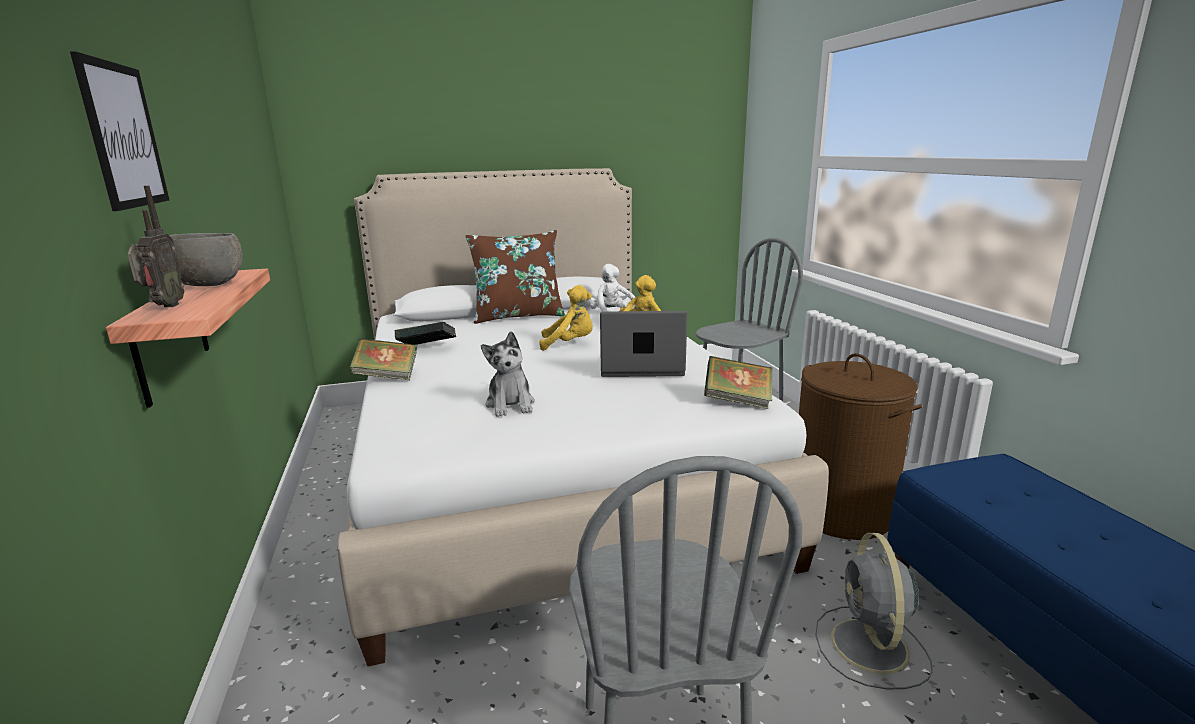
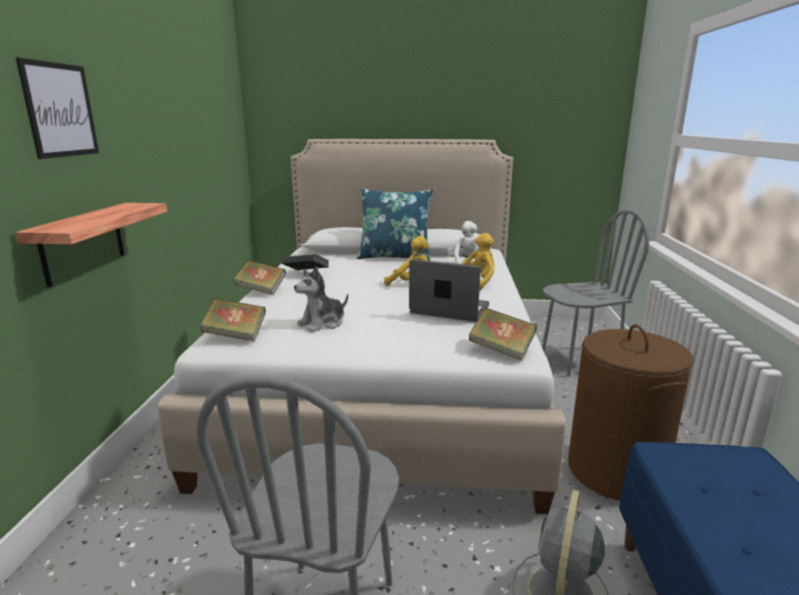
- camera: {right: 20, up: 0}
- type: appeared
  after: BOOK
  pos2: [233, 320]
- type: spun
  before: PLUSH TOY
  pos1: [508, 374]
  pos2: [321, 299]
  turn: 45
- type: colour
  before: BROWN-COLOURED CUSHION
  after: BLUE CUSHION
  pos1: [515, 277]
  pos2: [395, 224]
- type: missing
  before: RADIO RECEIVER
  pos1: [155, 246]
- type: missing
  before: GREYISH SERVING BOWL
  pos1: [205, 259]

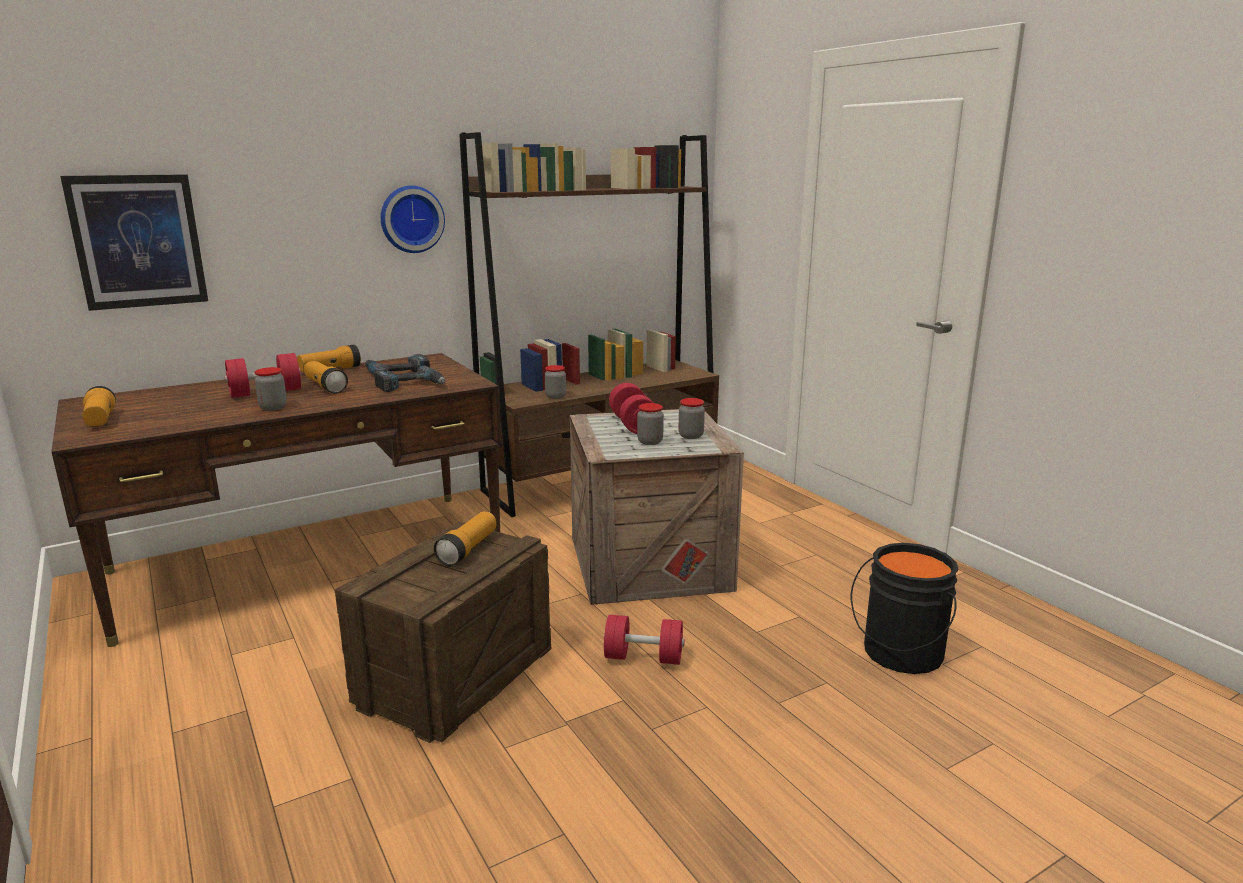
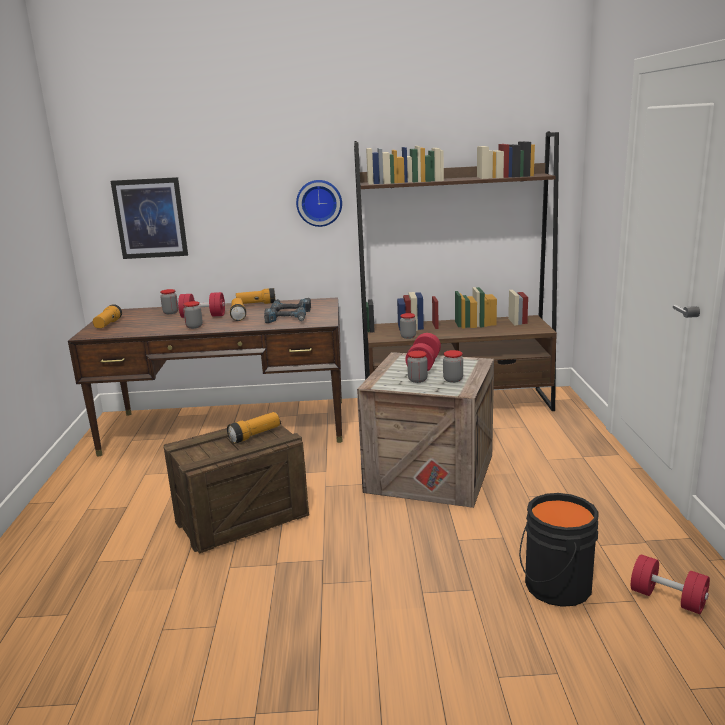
- camera: {right: 30, up: 0}
- type: appeared
  after: JAR
  pos2: [169, 301]
- type: relocated
  before: REDDISH FREE WEIGHT
  pos1: [644, 640]
  pos2: [670, 584]

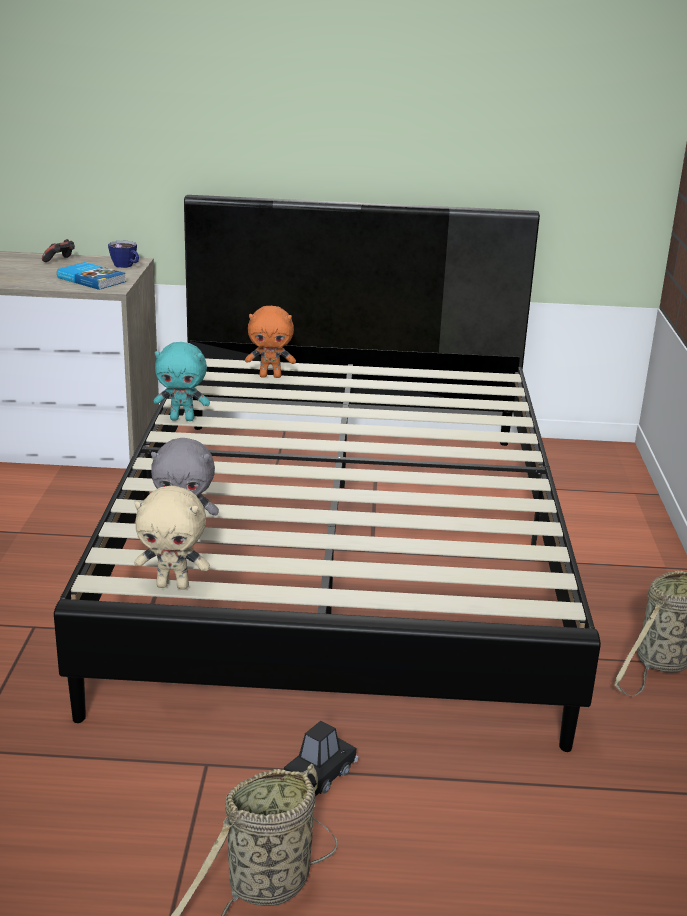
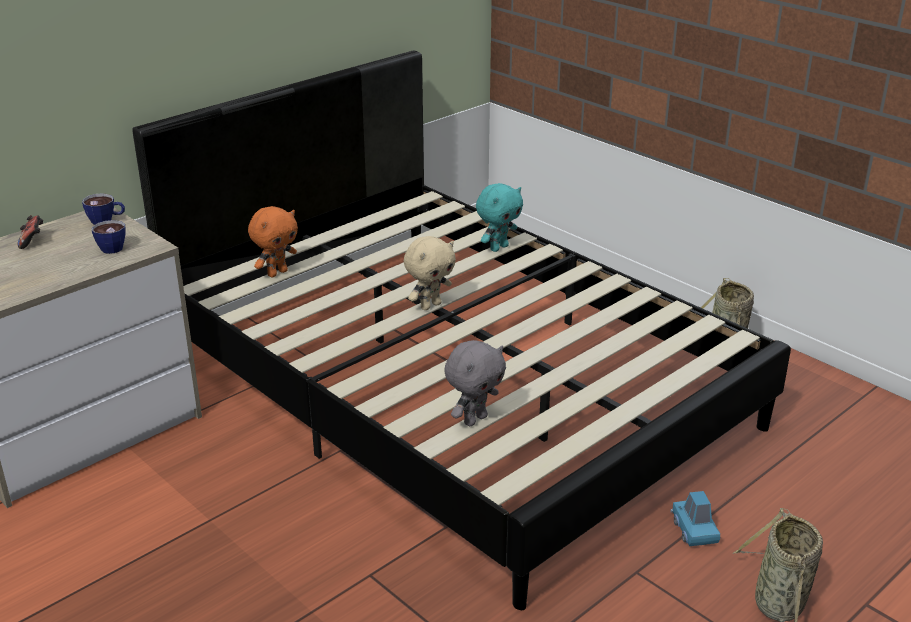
- camera: {right: -45, up: 5}
- type: exchanged
  before: BOOK
  after: DRINKING CUP
  pos1: [91, 276]
  pos2: [109, 237]
- type: relocated
  before: SAND-COLOURED PLUSH TOY
  pos1: [172, 538]
  pos2: [430, 273]
- type: relocated
  before: BLUE-GREEN PLUSH TOY
  pos1: [181, 381]
  pos2: [499, 217]
- type: colour
  before: BLACKISH MINIATURE CAR
  after: BLUE MINIATURE CAR
  pos1: [321, 758]
  pos2: [695, 518]

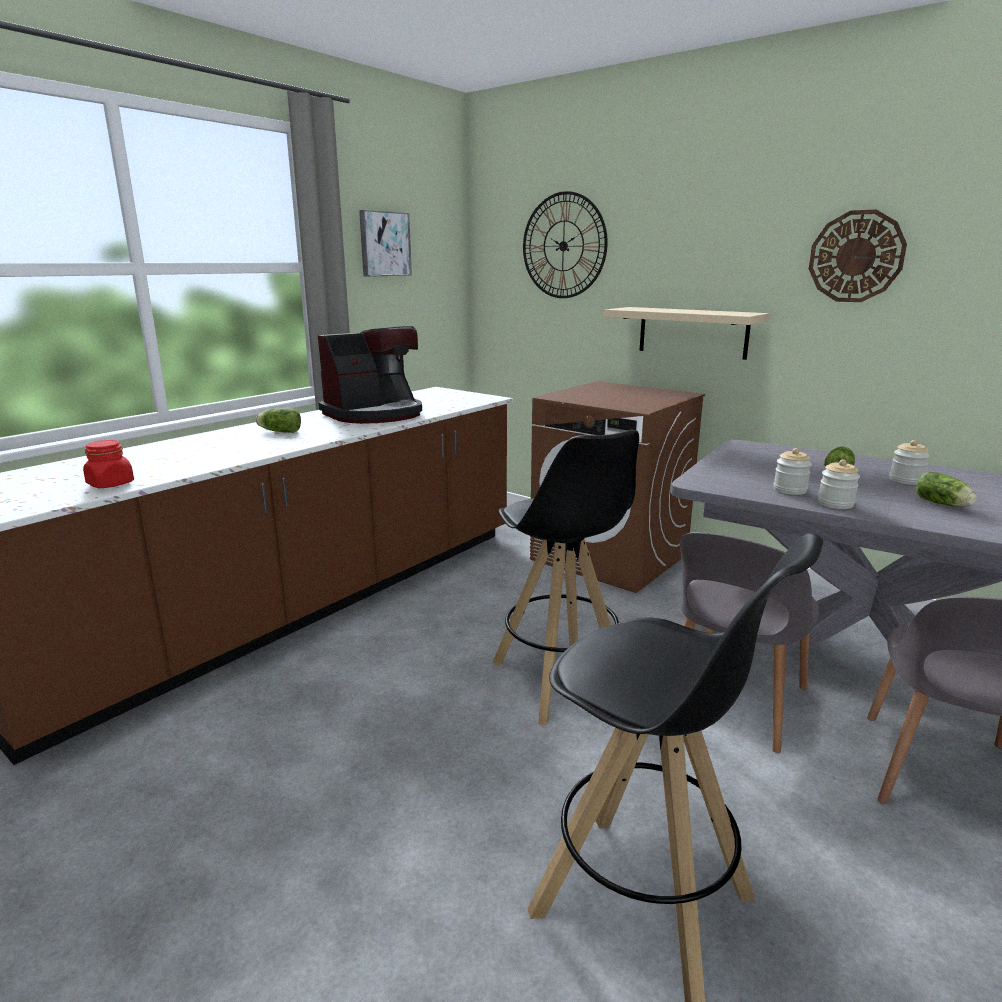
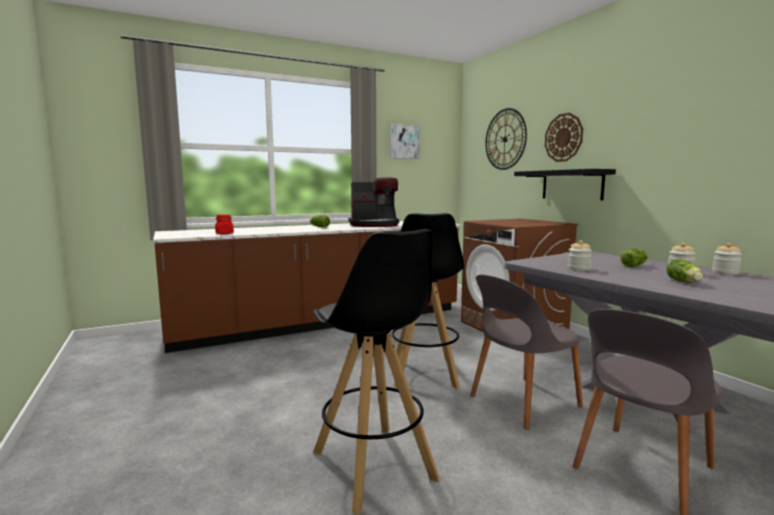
- camera: {right: 25, up: -10}
- type: colour
  before: SAND-COLOURED WALL SHELF
  after: BLACKISH WALL SHELF
  pos1: [687, 333]
  pos2: [565, 184]
- type: relocated
  before: WALL CLOCK
  pos1: [858, 256]
  pos2: [564, 137]
- type: relocated
  before: JAR
  pos1: [839, 484]
  pos2: [727, 259]

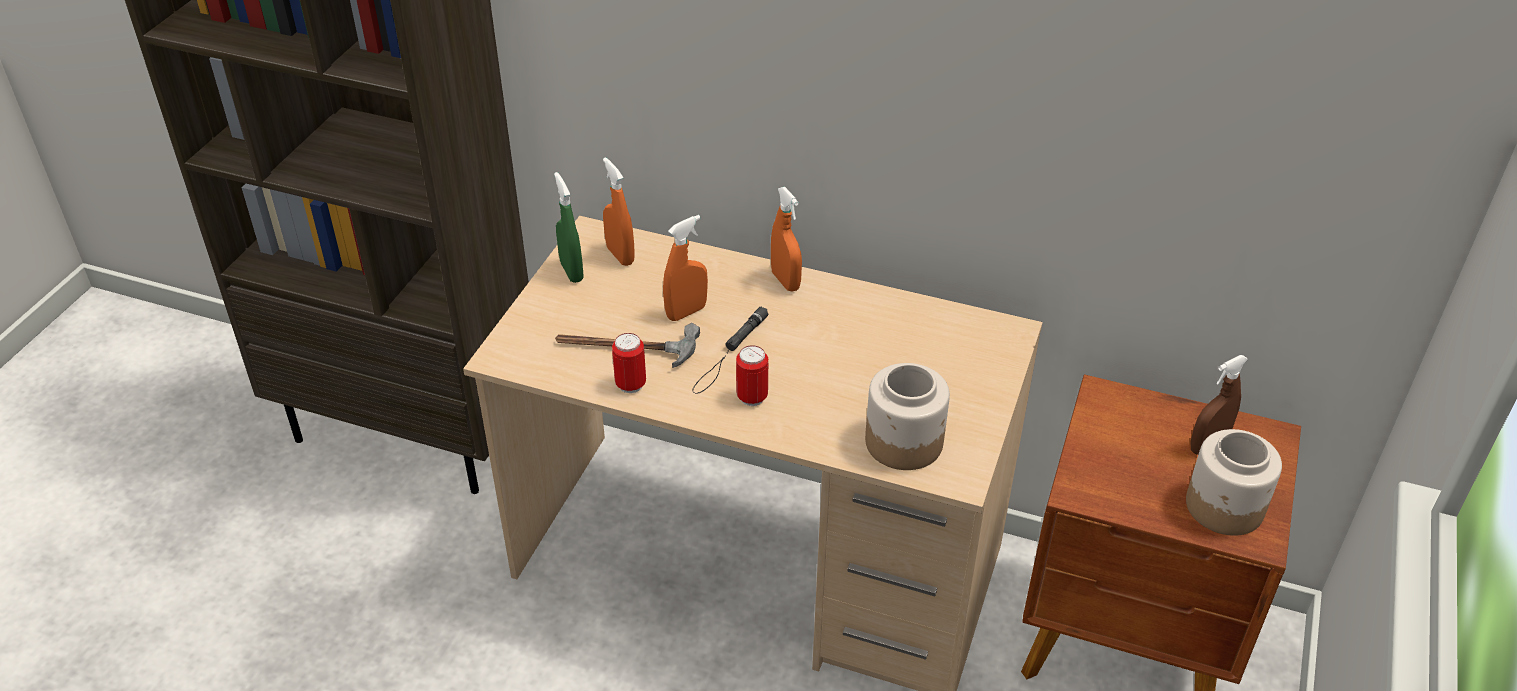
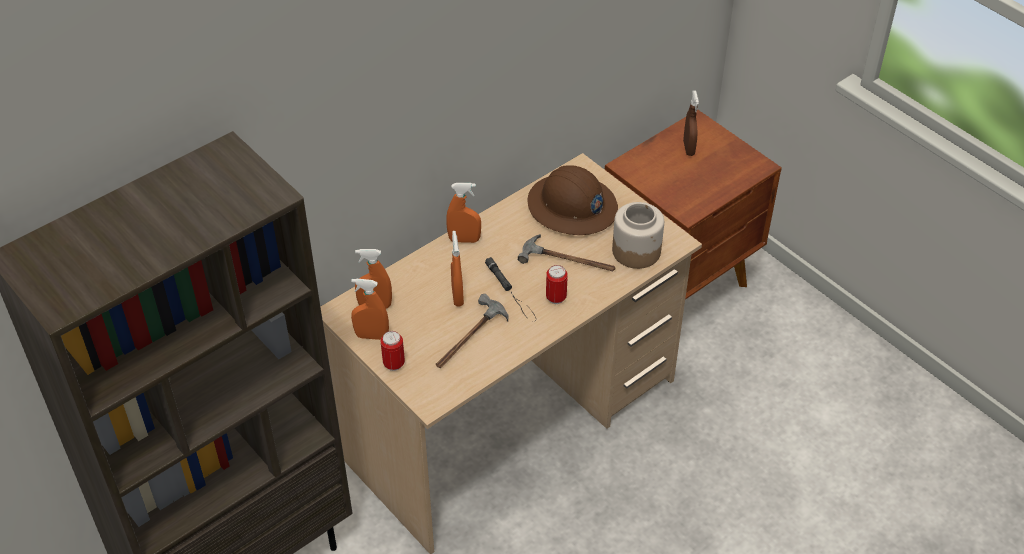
- camera: {right: -60, up: 5}
- type: colour
  before: GREEN-COLOURED SPRAYER
  after: ORANGEY SPRAYER
  pos1: [568, 227]
  pos2: [370, 309]
- type: relocated
  before: METAL CAN
  pos1: [629, 363]
  pos2: [393, 351]
- type: appeared
  after: HAMMER
  pos2: [566, 252]
- type: appeared
  after: BROWN-COLOURED WORK HELMET
  pos2: [573, 200]
- type: missing
  before: JAR
  pos1: [1234, 482]

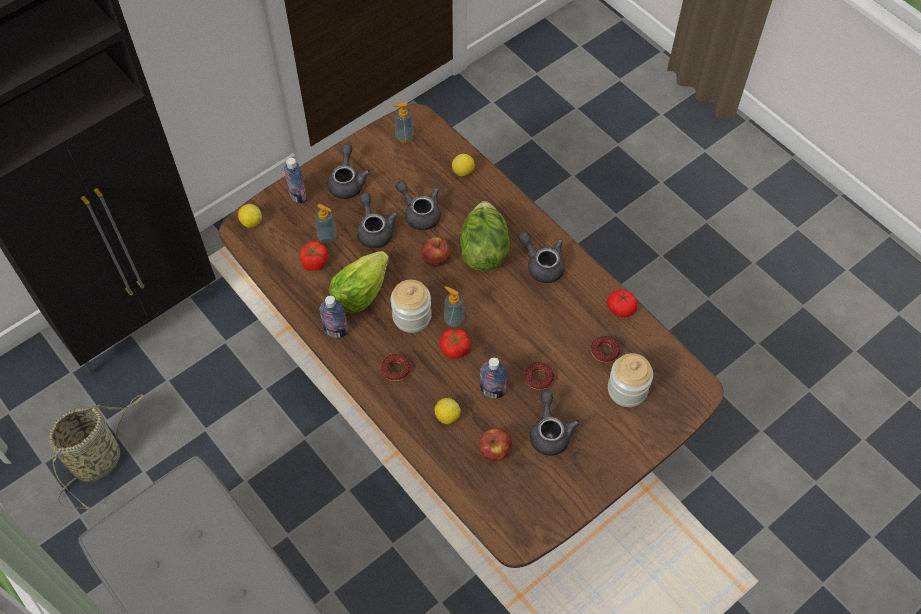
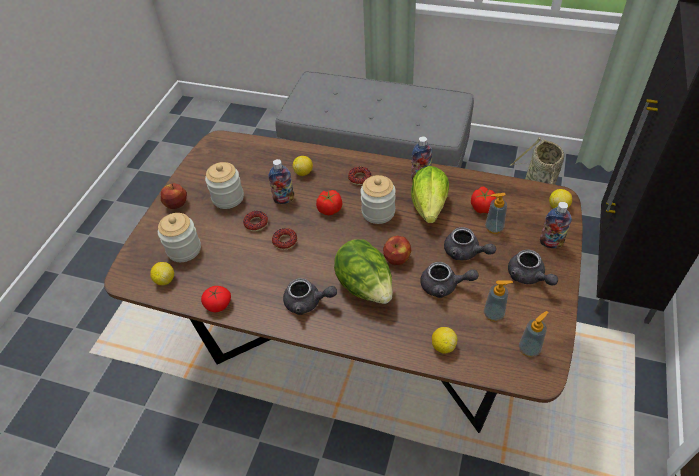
- camera: {right: 150, up: -10}
- type: appeared
  after: CITRUS FRUIT
  pos2: [162, 273]
- type: relocated
  before: APPLE
  pos1: [495, 445]
  pos2: [174, 196]
- type: exchanged
  before: GREYISH TEA POT
  after: JAR
  pos1: [555, 423]
  pos2: [224, 185]
- type: relocated
  before: RING DOUGHNUT
  pos1: [605, 349]
  pos2: [284, 239]
- type: relocated
  before: LIQUID SOAP BOTTLE
  pos1: [454, 306]
  pos2: [498, 300]

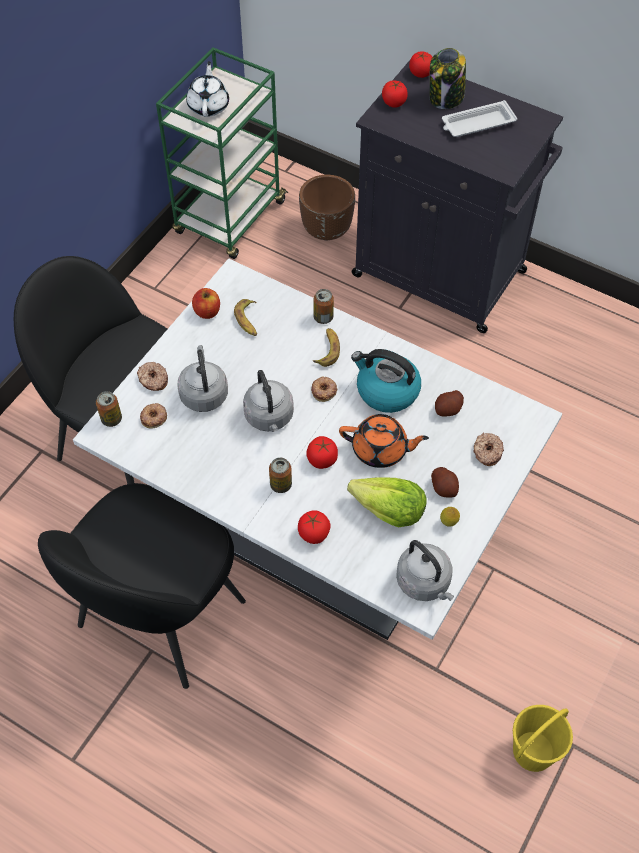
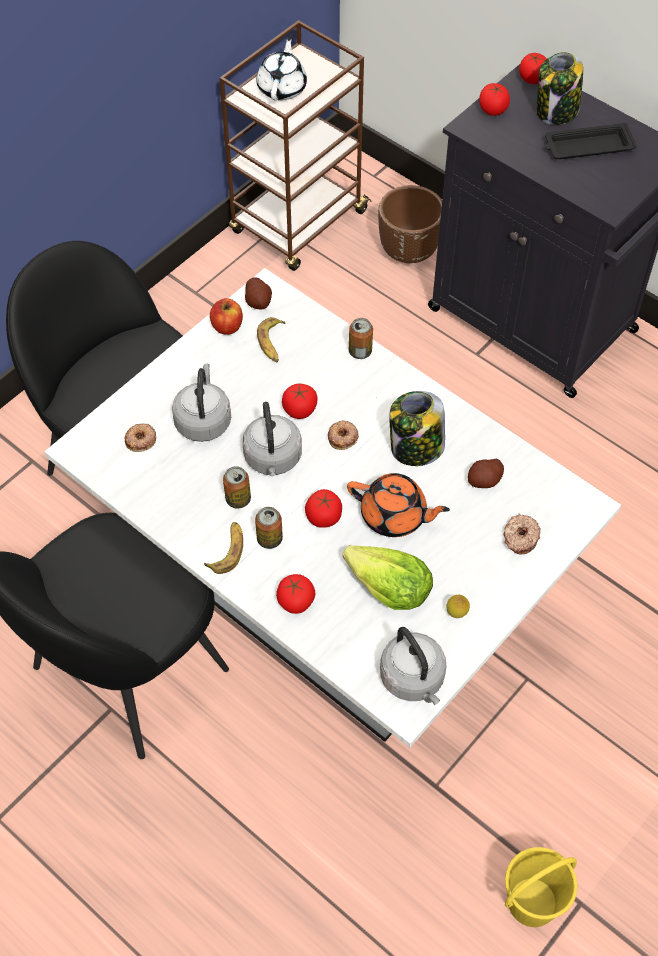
- camera: {right: 10, up: 0}
- type: relocated
  before: BANANA
  pos1: [326, 347]
  pos2: [223, 548]
- type: colour
  before: GREEN-COLOURED WHEELED CART
  after: BROWN-COLOURED WHEELED CART
  pos1: [222, 153]
  pos2: [295, 145]
- type: relocated
  before: METAL CAN
  pos1: [109, 409]
  pos2: [237, 487]
- type: relocated
  before: WHOLE POTATO
  pos1: [445, 482]
  pos2: [258, 293]
- type: appeared
  after: WHOLE TOMATO
  pos2: [300, 401]
- type: exchanged
  before: KETTLE
  after: JAR
  pos1: [386, 381]
  pos2: [417, 428]
- type: colour
  before: WHITISH CARRYING TRAY
  after: BLACKISH CARRYING TRAY
  pos1: [479, 118]
  pos2: [590, 140]
- type: missing
  before: RING DOUGHNUT
  pos1: [152, 376]

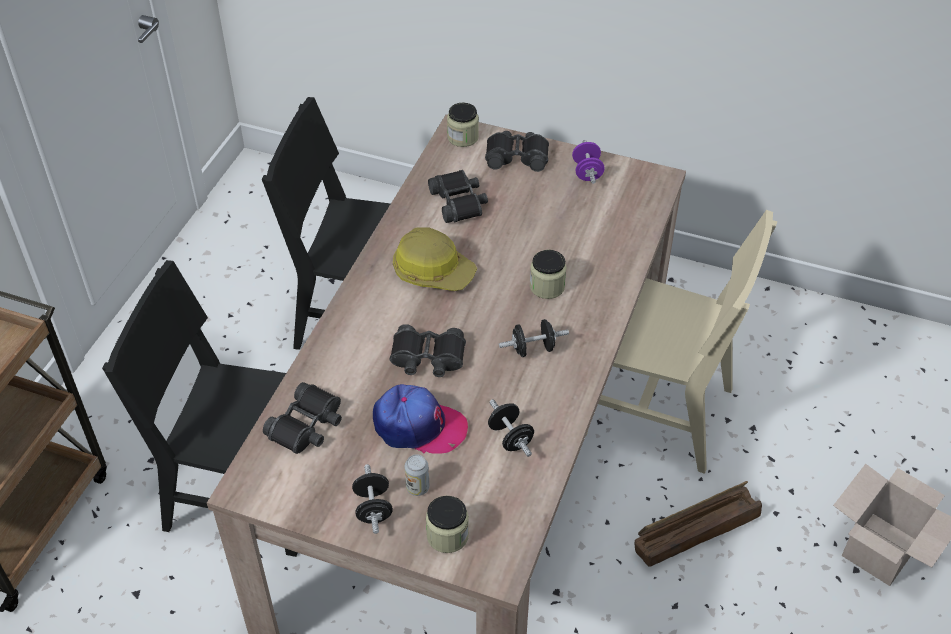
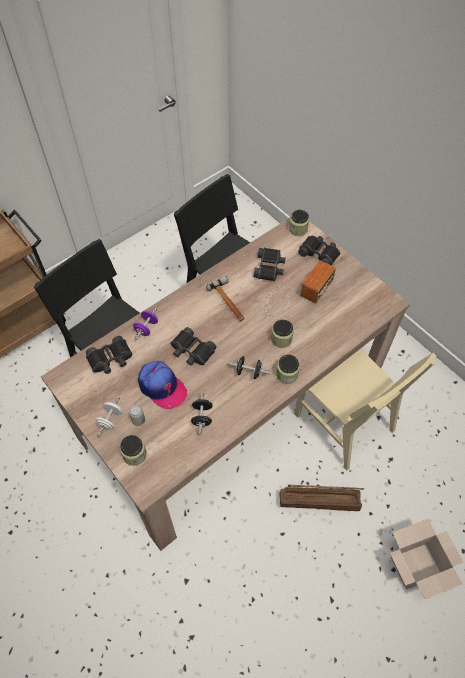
- camera: {right: 30, up: 10}
- type: colour
  before: BLACKISH FREE WEIGHT
  after: WHITISH FREE WEIGHT
  pos1: [372, 499]
  pos2: [109, 416]
- type: relocated
  before: PURPLE FREE WEIGHT
  pos1: [588, 162]
  pos2: [145, 323]
- type: exchanged
  before: WORK HELMET
  after: HAMMER
  pos1: [435, 259]
  pos2: [225, 298]
- type: appeared
  after: RADIO RECEIVER
  pos2: [299, 289]
- type: appeared
  after: JAR
  pos2: [288, 369]

